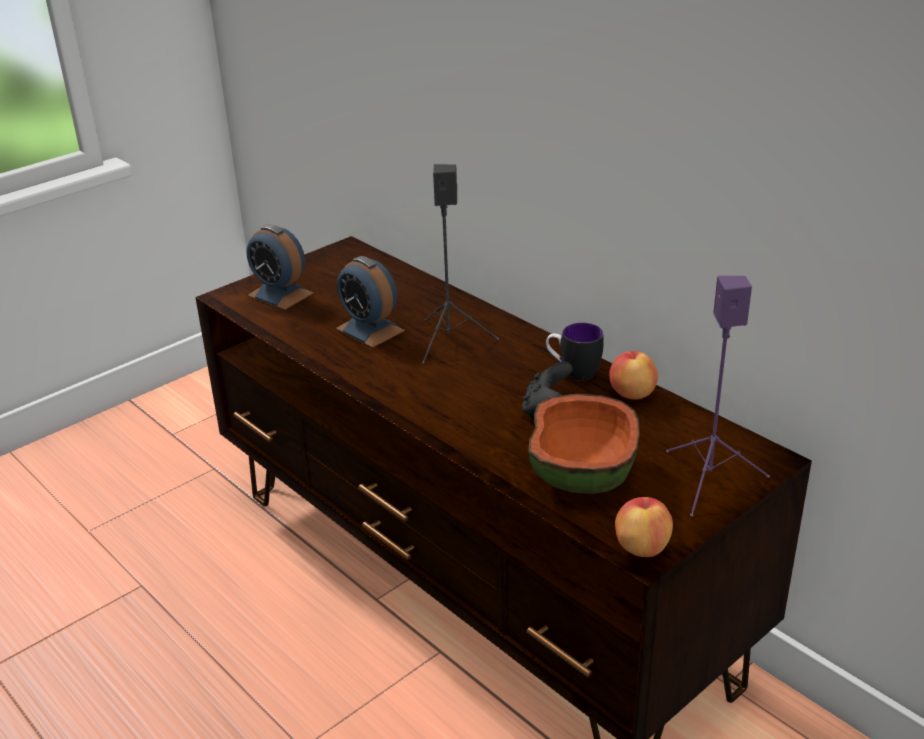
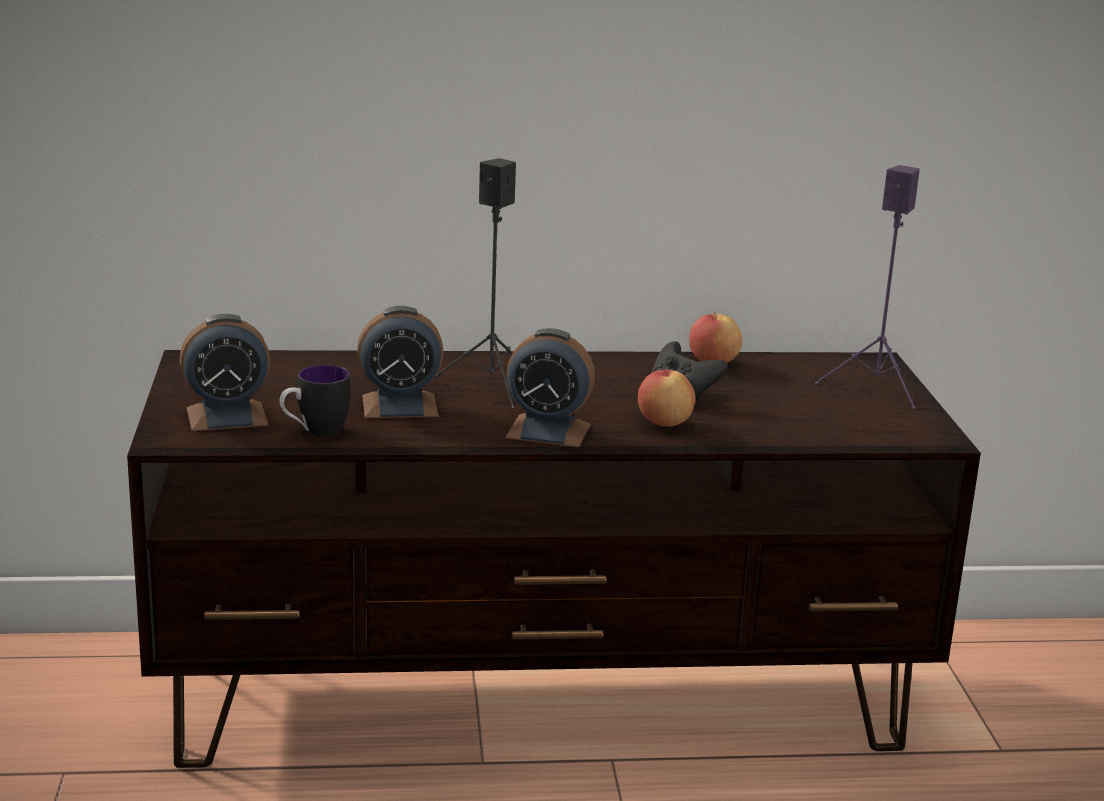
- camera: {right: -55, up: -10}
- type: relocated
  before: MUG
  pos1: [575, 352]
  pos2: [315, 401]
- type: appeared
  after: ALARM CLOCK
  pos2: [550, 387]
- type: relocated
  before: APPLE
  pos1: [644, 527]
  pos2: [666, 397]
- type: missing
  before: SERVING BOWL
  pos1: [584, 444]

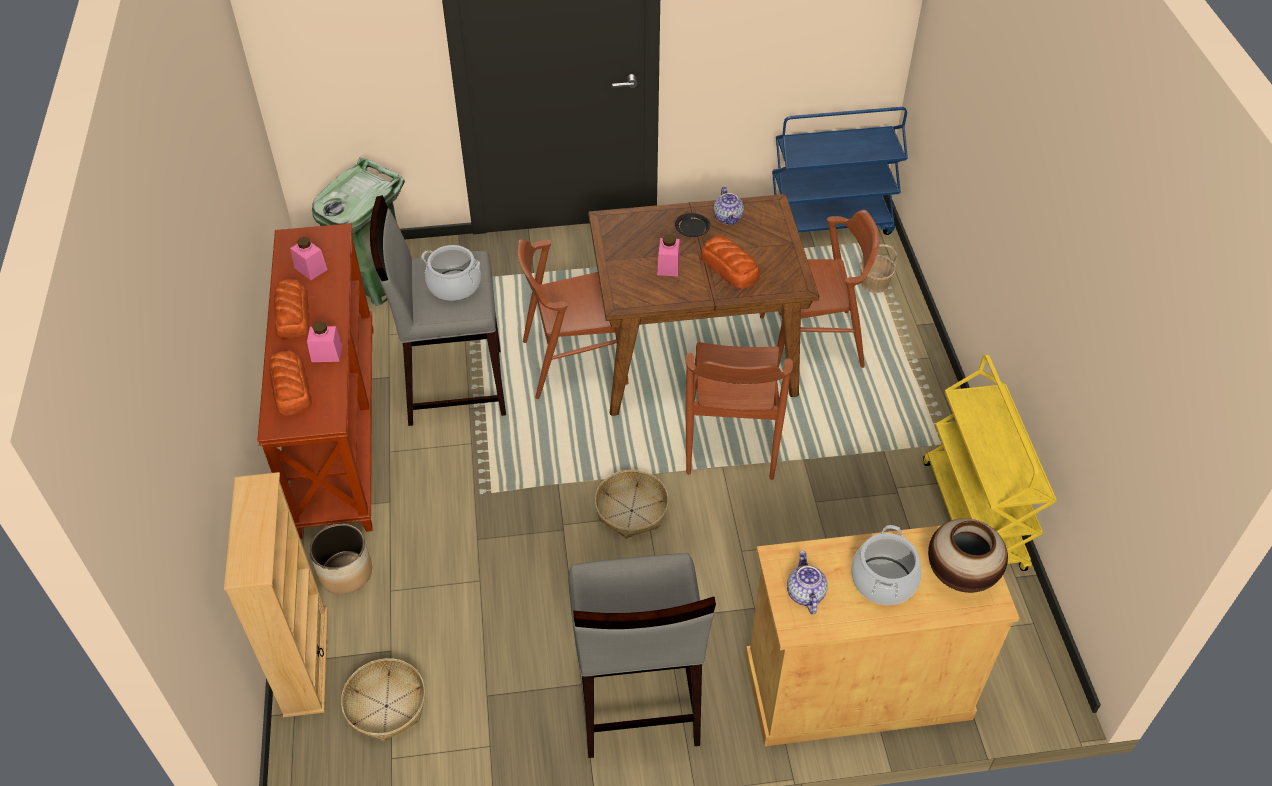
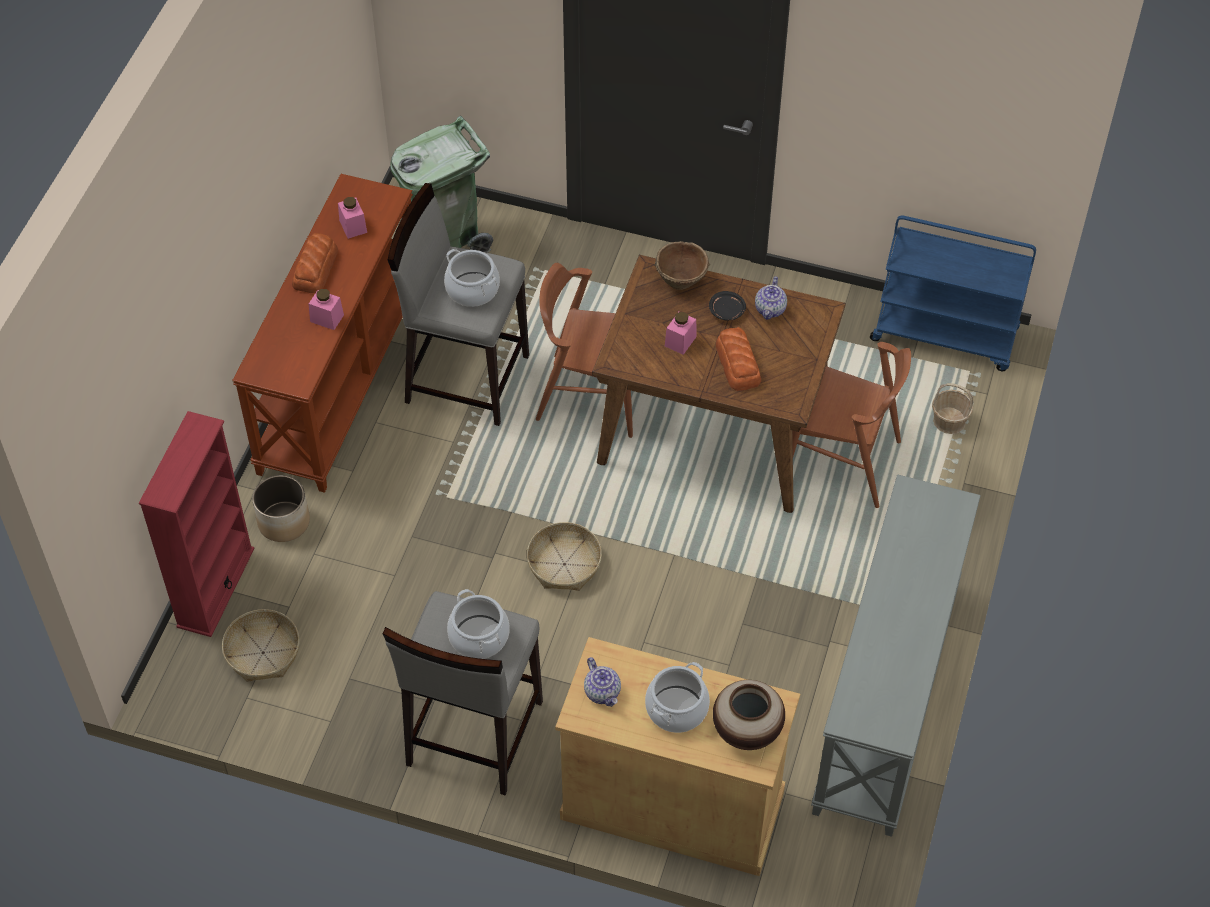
- camera: {right: 25, up: 5}
- type: colour
  before: SAND-COLOURED BOOKSHELF
  after: REDDISH BOOKSHELF
  pos1: [276, 594]
  pos2: [197, 524]
- type: appeared
  after: SAUCEPOT
  pos2: [478, 624]
- type: spun
  before: TEA POT
  pos1: [807, 582]
  pos2: [602, 682]
  turn: 135
- type: appeared
  after: BROWN-COLOURED SERVING BOWL
  pos2: [682, 265]
- type: exchanged
  before: YELLOW-COLOURED WHEELED CART
  after: GREYISH HALL TABLE
  pos1: [990, 463]
  pos2: [896, 655]
- type: missing
  before: BREAD
  pos1: [290, 383]
- type: missing
  before: BROWN-COLOURED PLAIN CHAIR
  pos1: [739, 411]

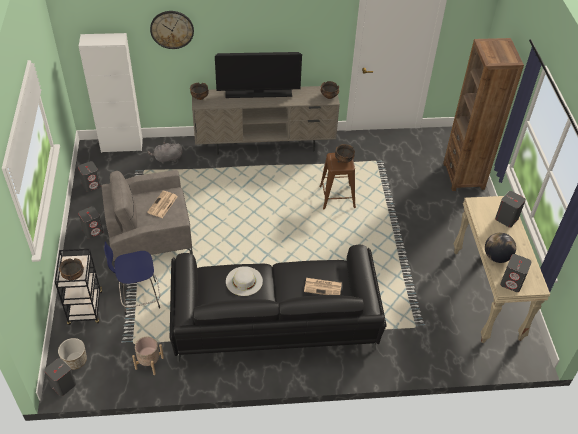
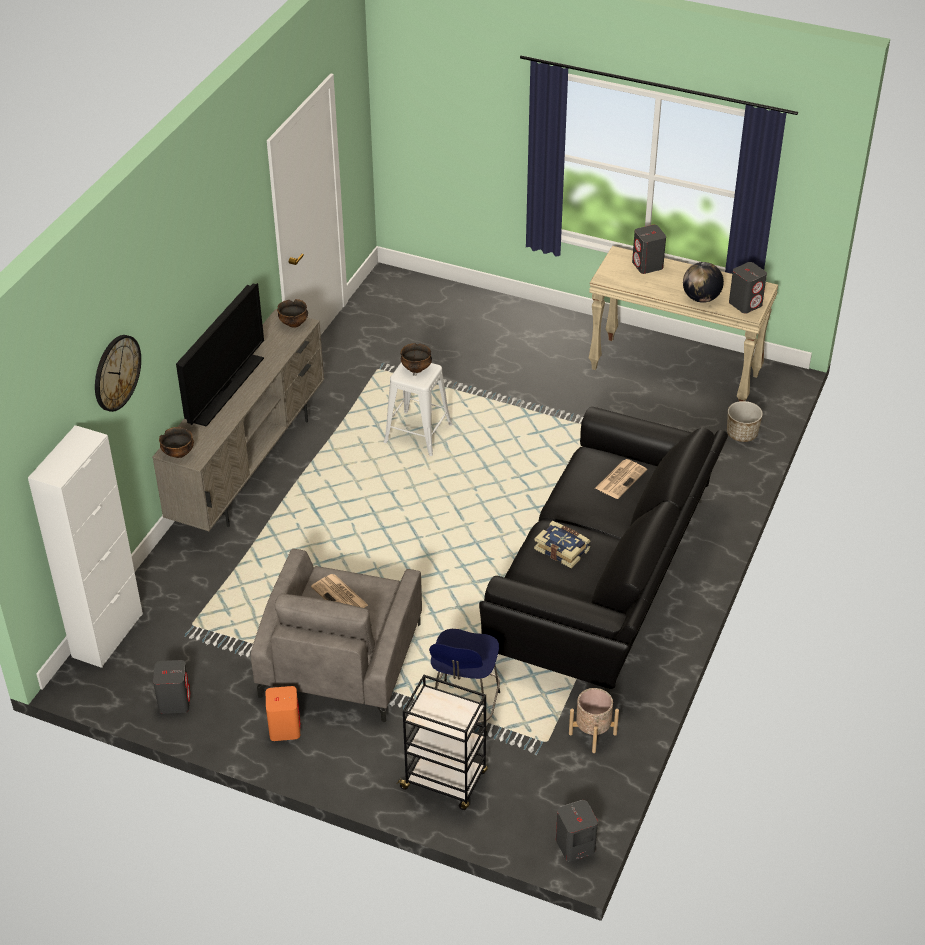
- camera: {right: -60, up: -5}
- type: colour
  before: GREYISH SPEAKER
  after: ORANGEY SPEAKER
  pos1: [90, 222]
  pos2: [283, 713]
- type: colour
  before: BROWN-COLOURED SITTING STOOL
  after: WHITISH SITTING STOOL
  pos1: [337, 181]
  pos2: [418, 409]
- type: exchanged
  before: WHITISH HAT
  after: BOOK
  pos1: [244, 281]
  pos2: [562, 544]
- type: relocated
  before: PLANT POT
  pos1: [72, 354]
  pos2: [745, 421]
- type: missing
  before: SERVING BOWL
  pos1: [71, 269]
- type: missing
  before: GREYISH PLUSH TOY
  pos1: [165, 153]
- type: missing
  before: BROWN-COLOURED BOOKSHELF
  pos1: [483, 114]

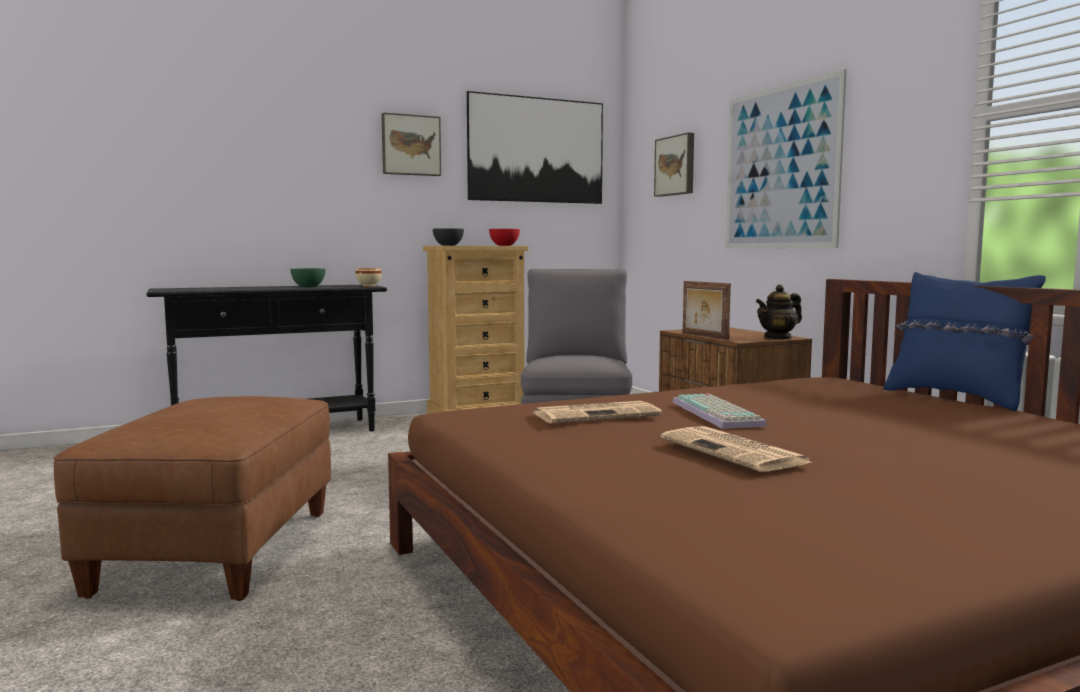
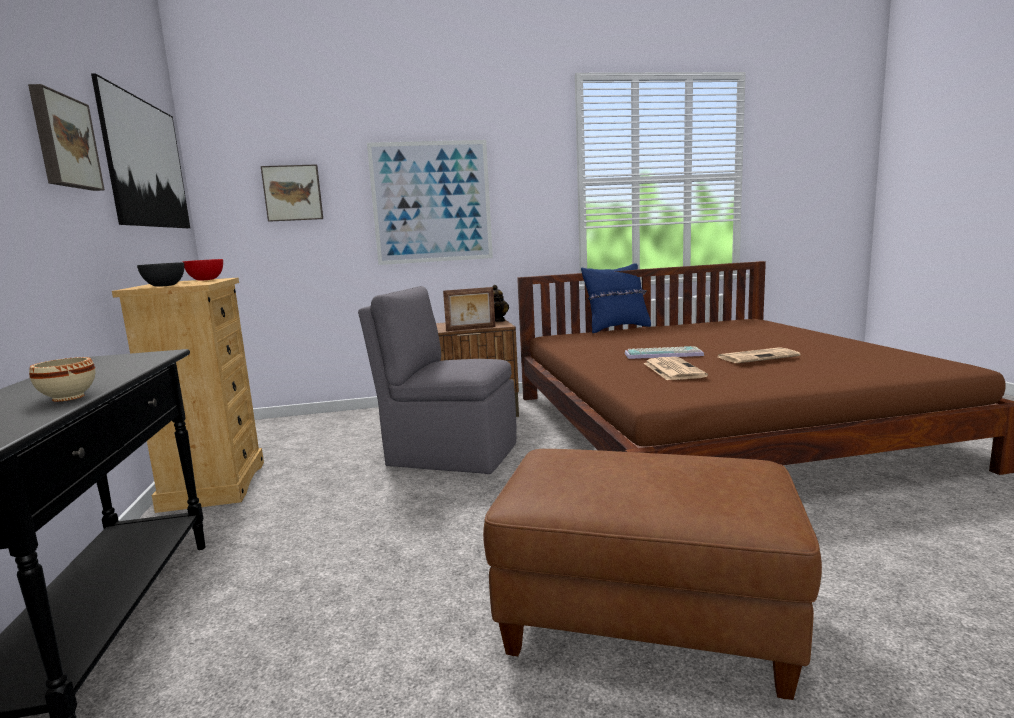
- camera: {right: -75, up: 5}
- type: relocated
  before: SAND-COLOURED SERVING BOWL
  pos1: [368, 277]
  pos2: [62, 379]
- type: missing
  before: GREEN-COLOURED SERVING BOWL
  pos1: [308, 277]

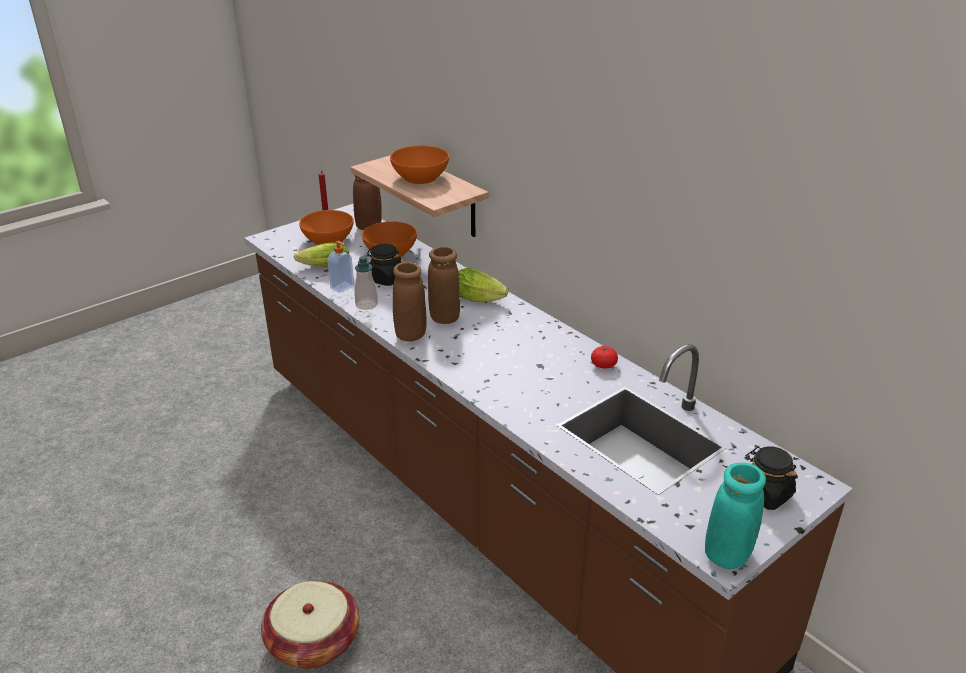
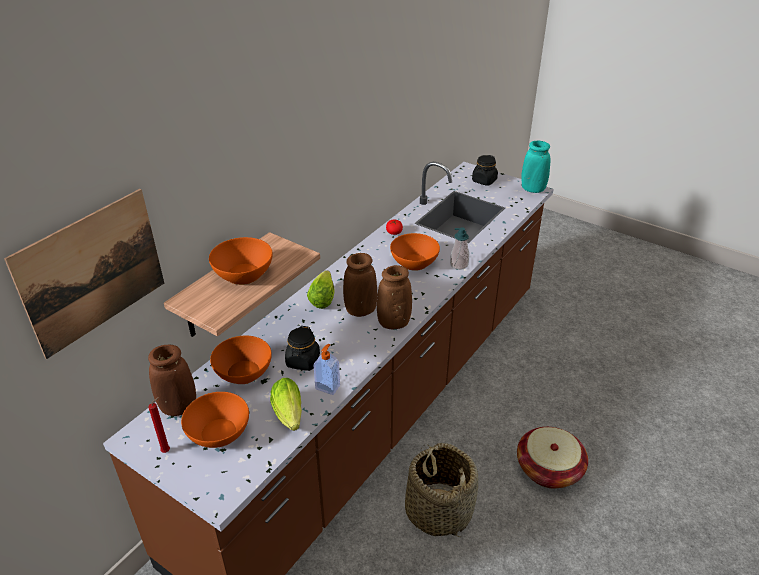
- camera: {right: -105, up: 5}
- type: appeared
  after: PICTURE
  pos2: [84, 274]
- type: appeared
  after: ORANGEY SERVING BOWL
  pos2: [415, 252]
- type: appeared
  after: HOUSEHOLD BASKET
  pos2: [441, 490]
- type: relocated
  before: LIQUID SOAP BOTTLE
  pos1: [366, 282]
  pos2: [459, 248]

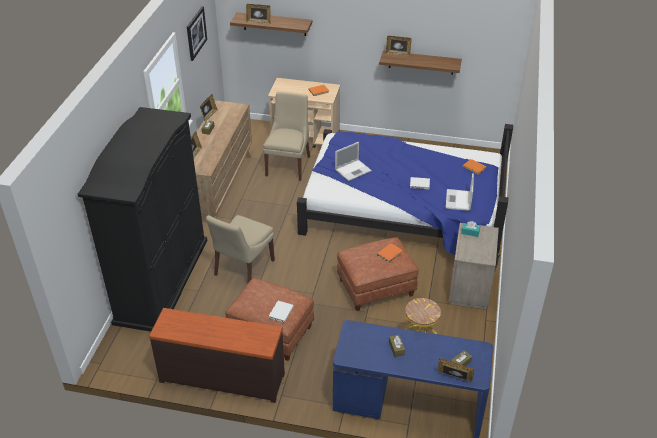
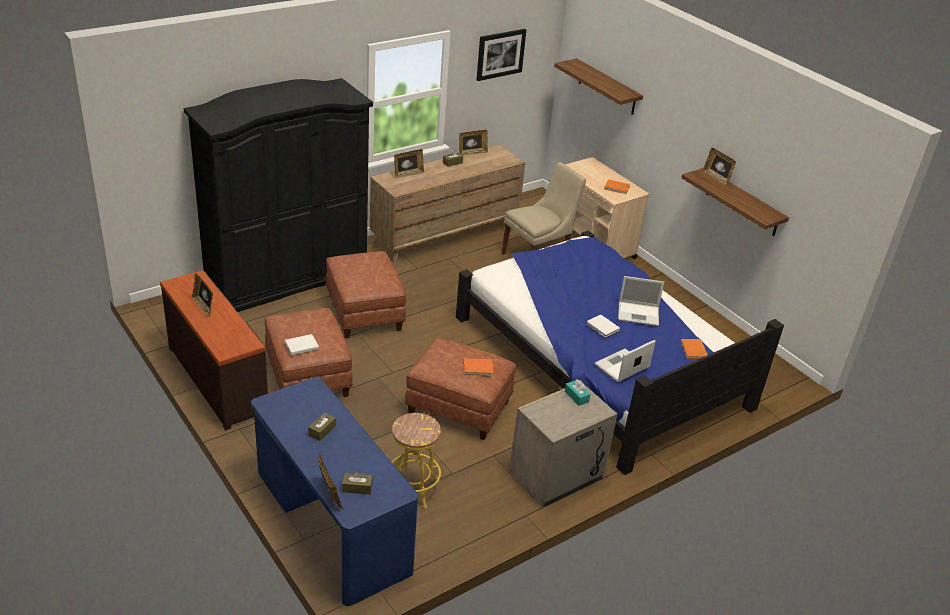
- camera: {right: 40, up: -5}
- type: relocated
  before: PICTURE FRAME
  pos1: [258, 14]
  pos2: [202, 295]
- type: exchanged
  before: SAND-COLOURED PLAIN CHAIR
  after: BROWN-COLOURED OTTOMAN
  pos1: [240, 249]
  pos2: [366, 295]
- type: relocated
  before: PORTABLE COMPUTER
  pos1: [353, 161]
  pos2: [641, 301]

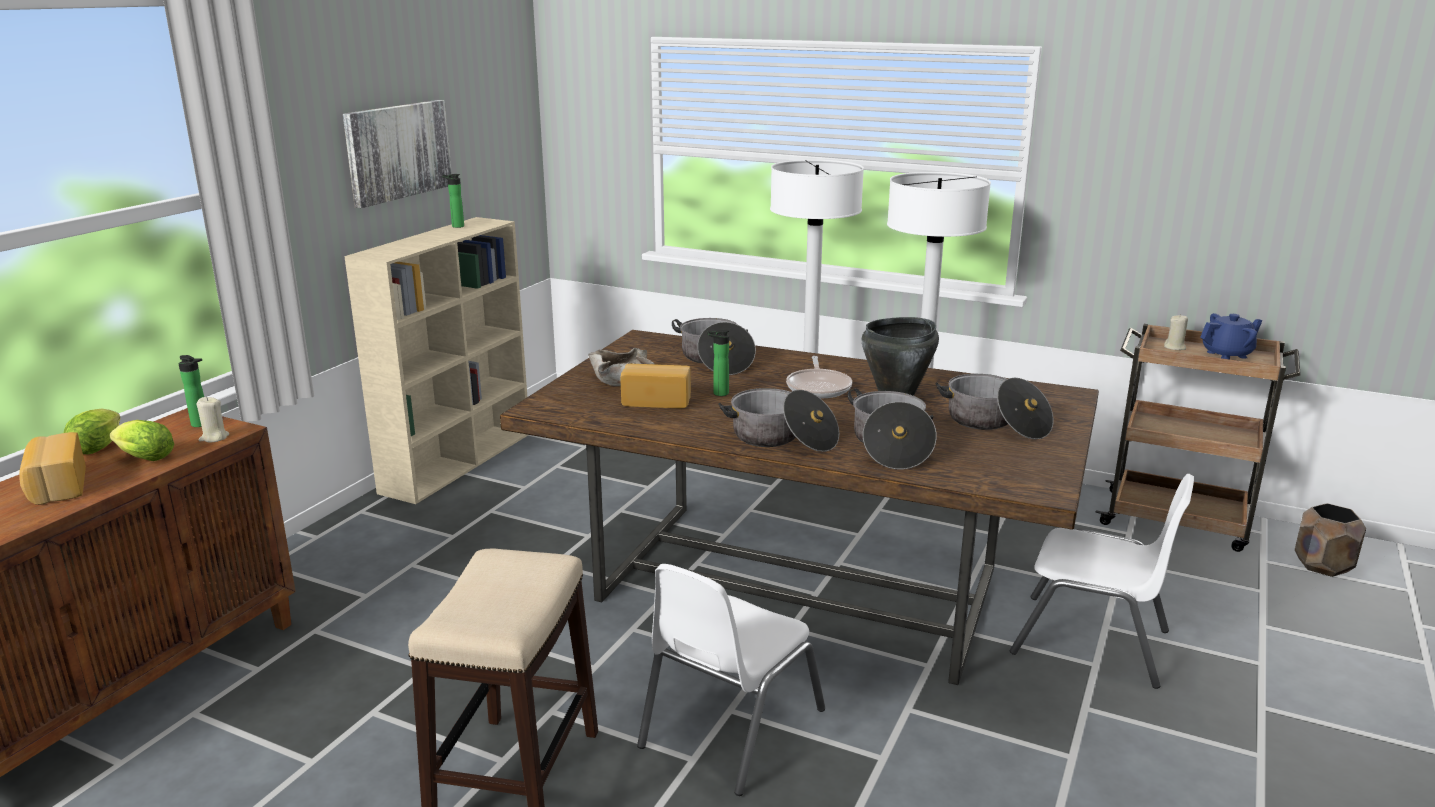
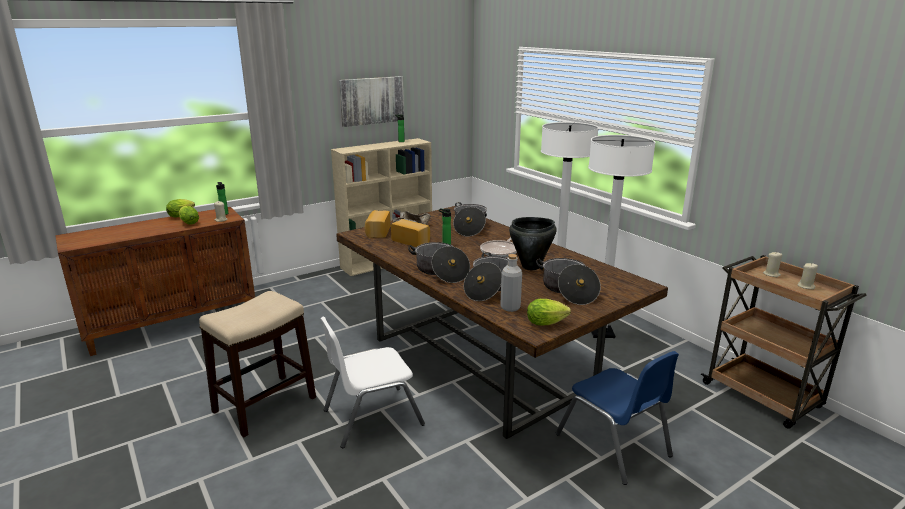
- camera: {right: 30, up: 0}
- type: relocated
  before: BREAD
  pos1: [52, 468]
  pos2: [377, 224]
- type: appeared
  after: GREYISH DRINK BOTTLE
  pos2: [511, 283]
- type: appeared
  after: LETTUCE HEAD
  pos2: [549, 312]
- type: colour
  before: WHITISH PLAIN CHAIR
  after: BLUE PLAIN CHAIR
  pos1: [1102, 581]
  pos2: [617, 418]
- type: exchanged
  before: BLUE TEA POT
  after: SAND-COLOURED WAX CANDLE
  pos1: [1231, 336]
  pos2: [808, 276]
- type: missing
  before: BROWN-COLOURED PLANT POT
  pos1: [1330, 540]

